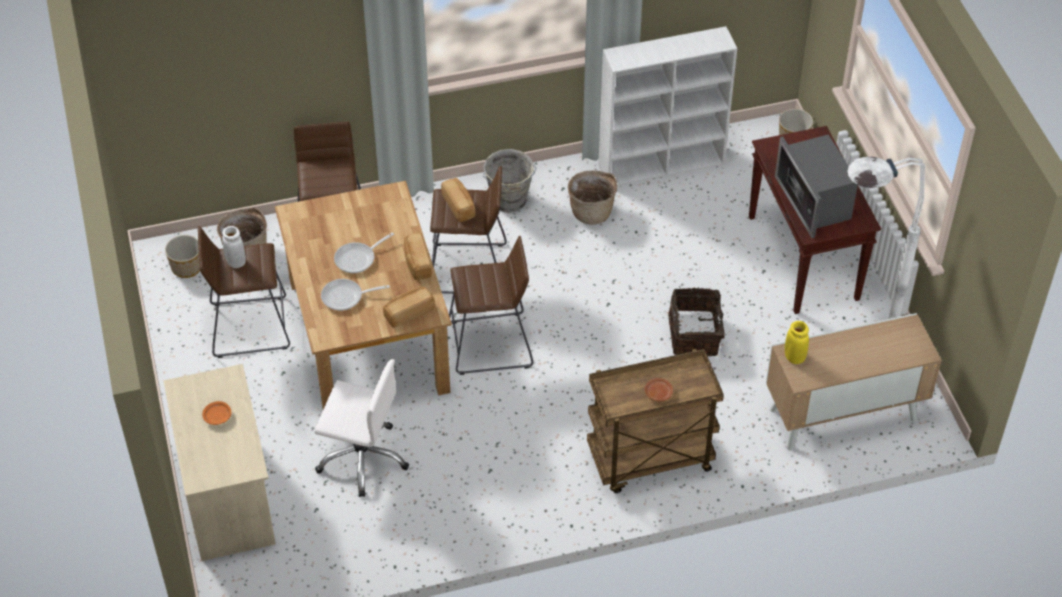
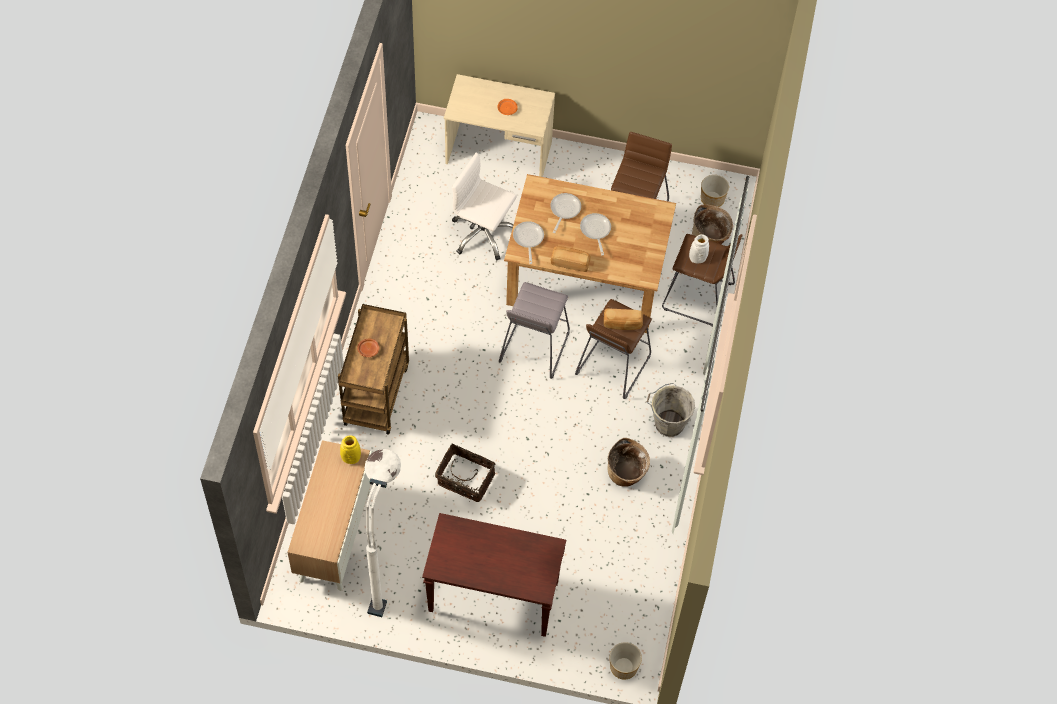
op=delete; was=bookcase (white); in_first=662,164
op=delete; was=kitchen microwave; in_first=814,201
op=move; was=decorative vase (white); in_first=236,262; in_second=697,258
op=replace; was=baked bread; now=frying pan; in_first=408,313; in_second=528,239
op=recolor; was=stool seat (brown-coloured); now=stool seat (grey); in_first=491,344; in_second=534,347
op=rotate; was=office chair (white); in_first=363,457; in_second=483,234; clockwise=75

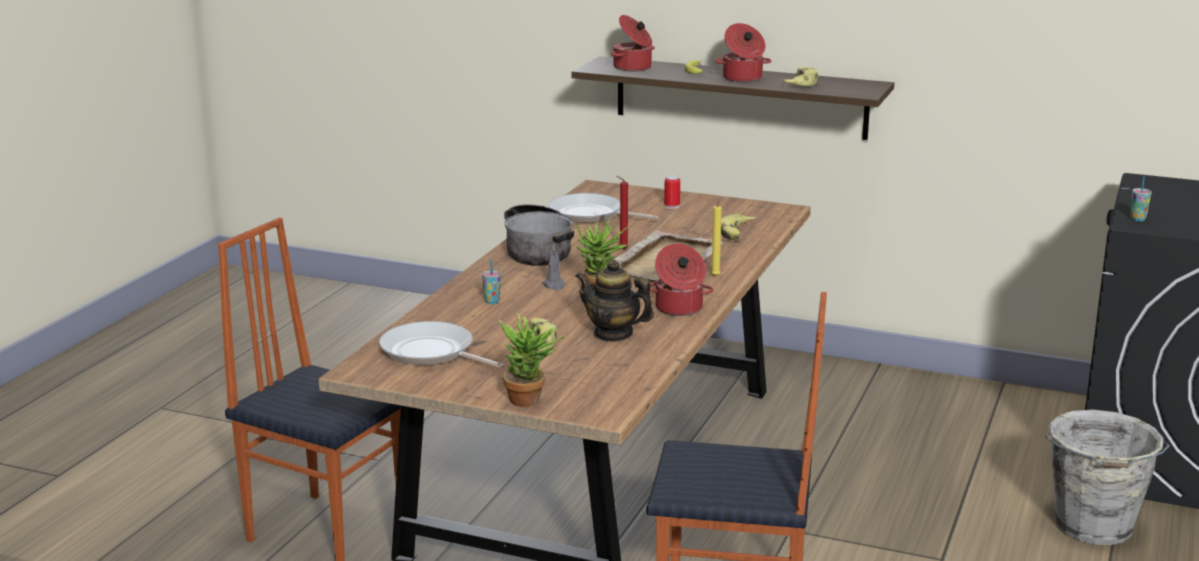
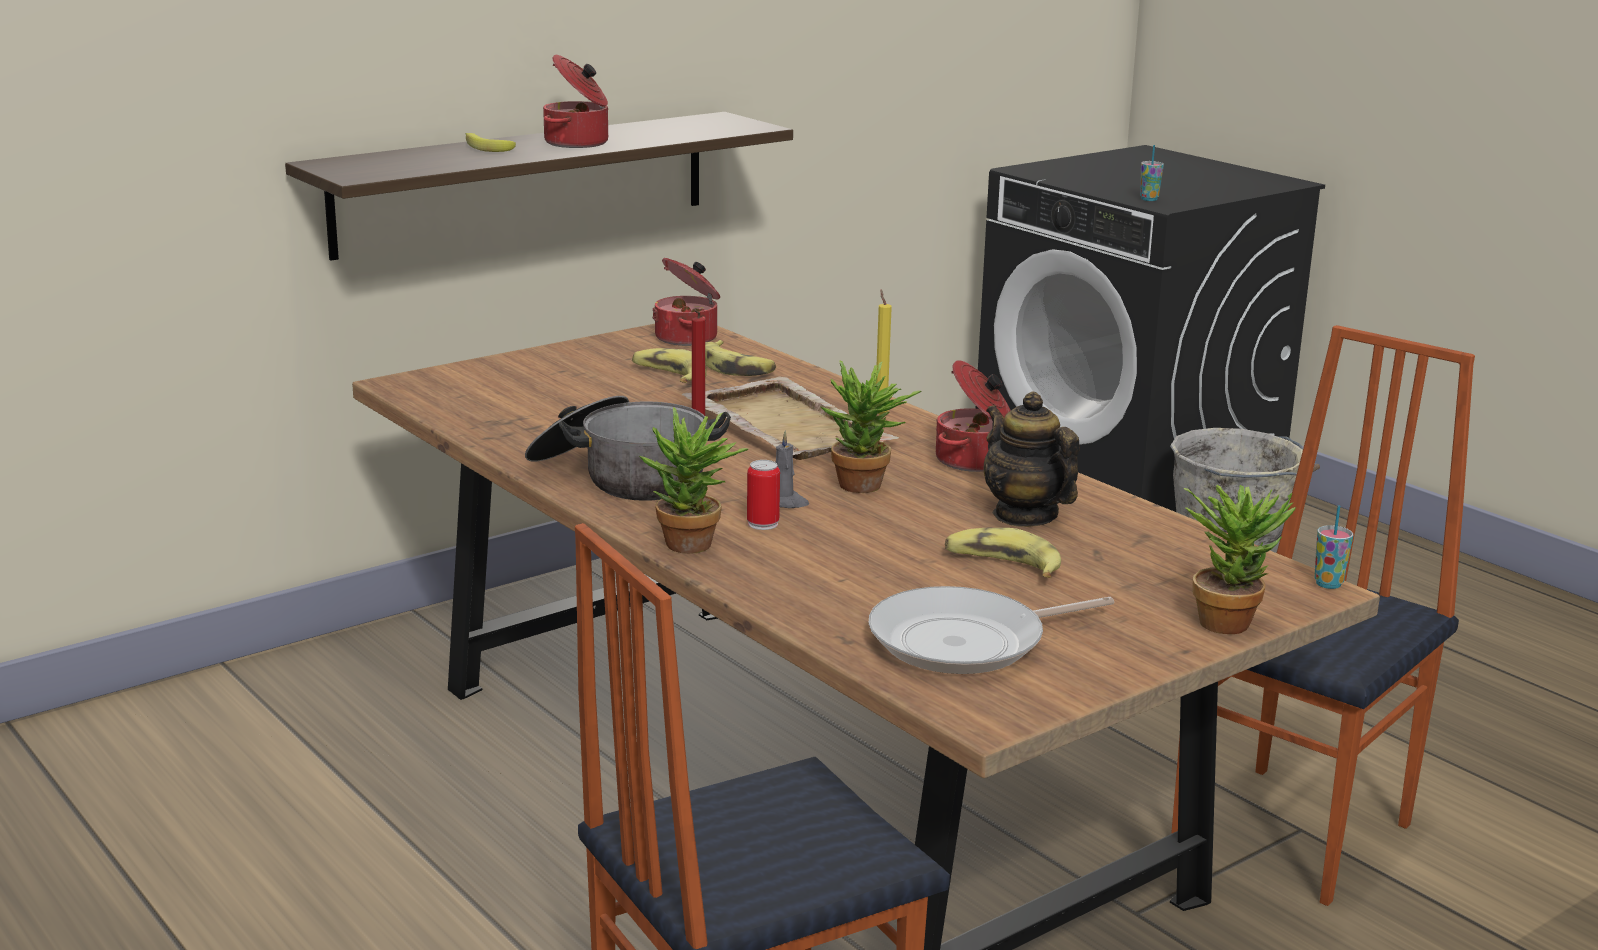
op=delete; was=frying pan; in_first=590,215
op=insert; now=plant in a pot; in_second=692,548
op=move; was=cup; in_first=492,302; in_second=1328,584
op=move; was=saucepot; in_first=633,68; in_second=688,338
op=move; was=metal can; in_first=672,206; in_second=763,524
op=move; was=whole banana; in_first=800,82; in_second=669,376
op=rotate; was=tea pot; in_first=613,334; in_second=1025,515; clockwise=90

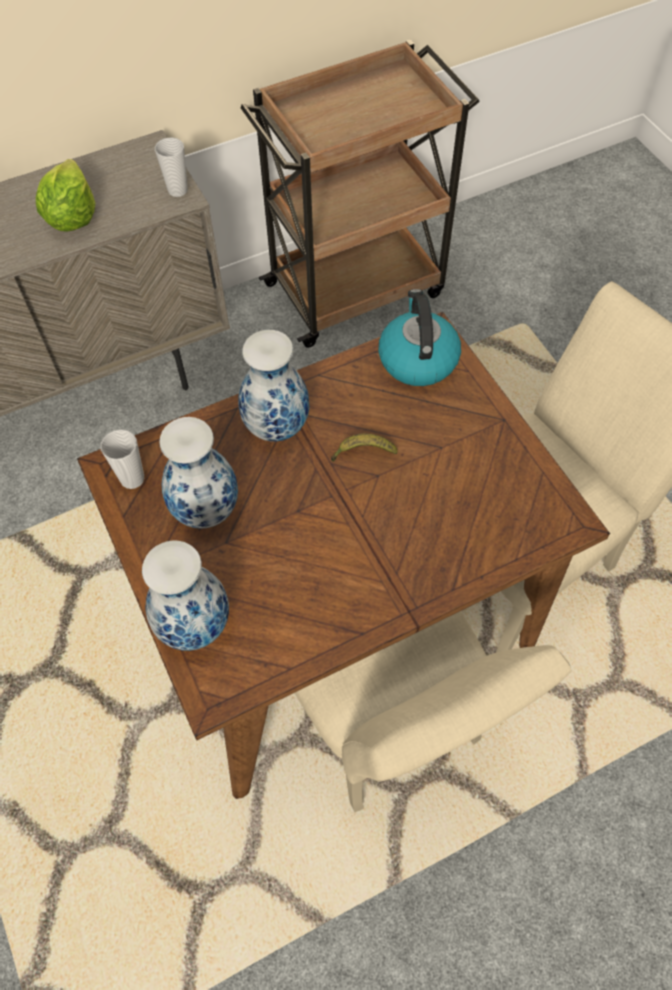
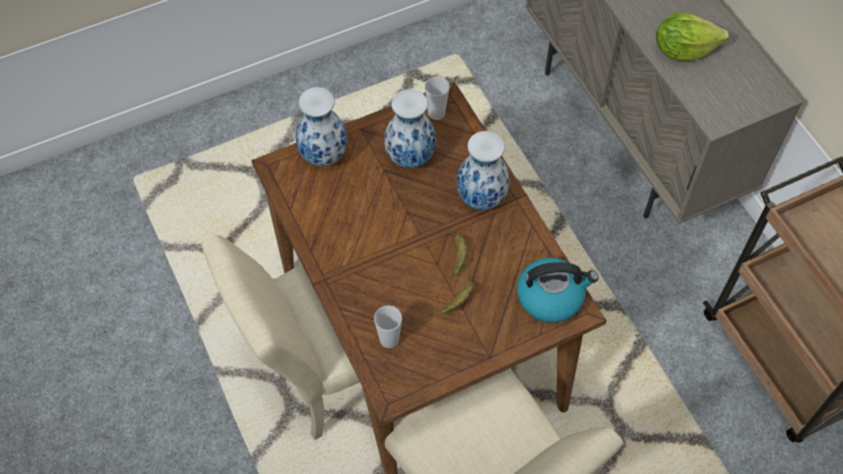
op=insert; now=whole banana; in_second=460,299
op=move; was=cup; in_first=178,190; in_second=389,339

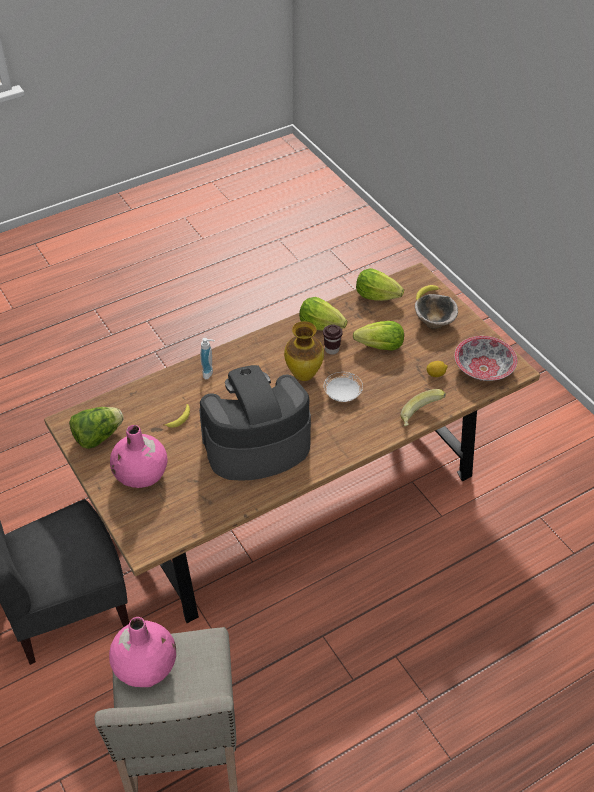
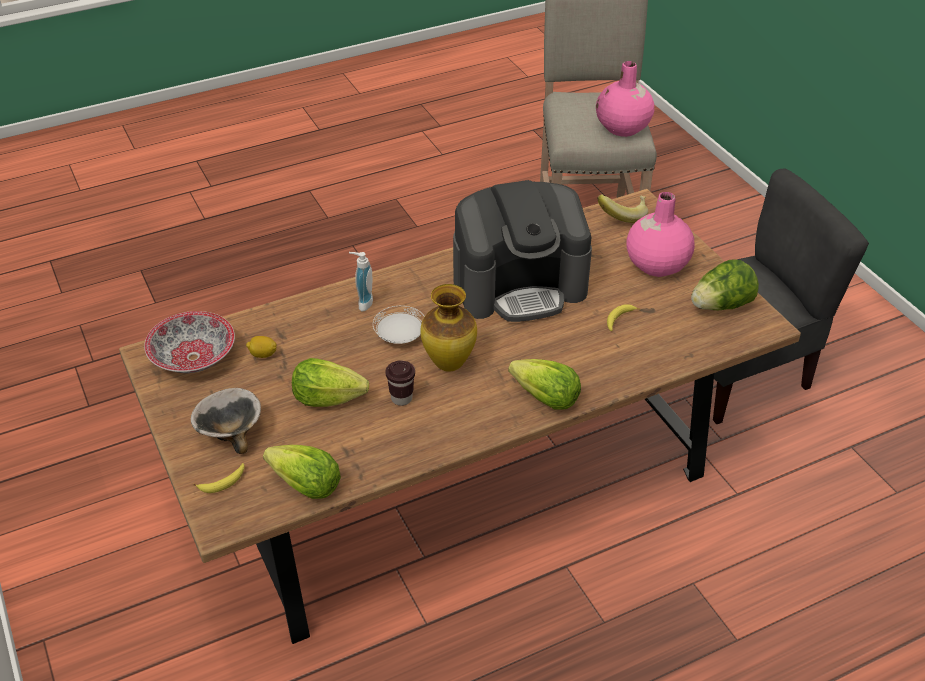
op=move; was=soap dispenser; in_first=210,373; in_second=362,303
op=move; was=lettuce; in_first=321,325; in_second=546,399
op=move; was=whole banana; in_first=420,417; in_second=622,215

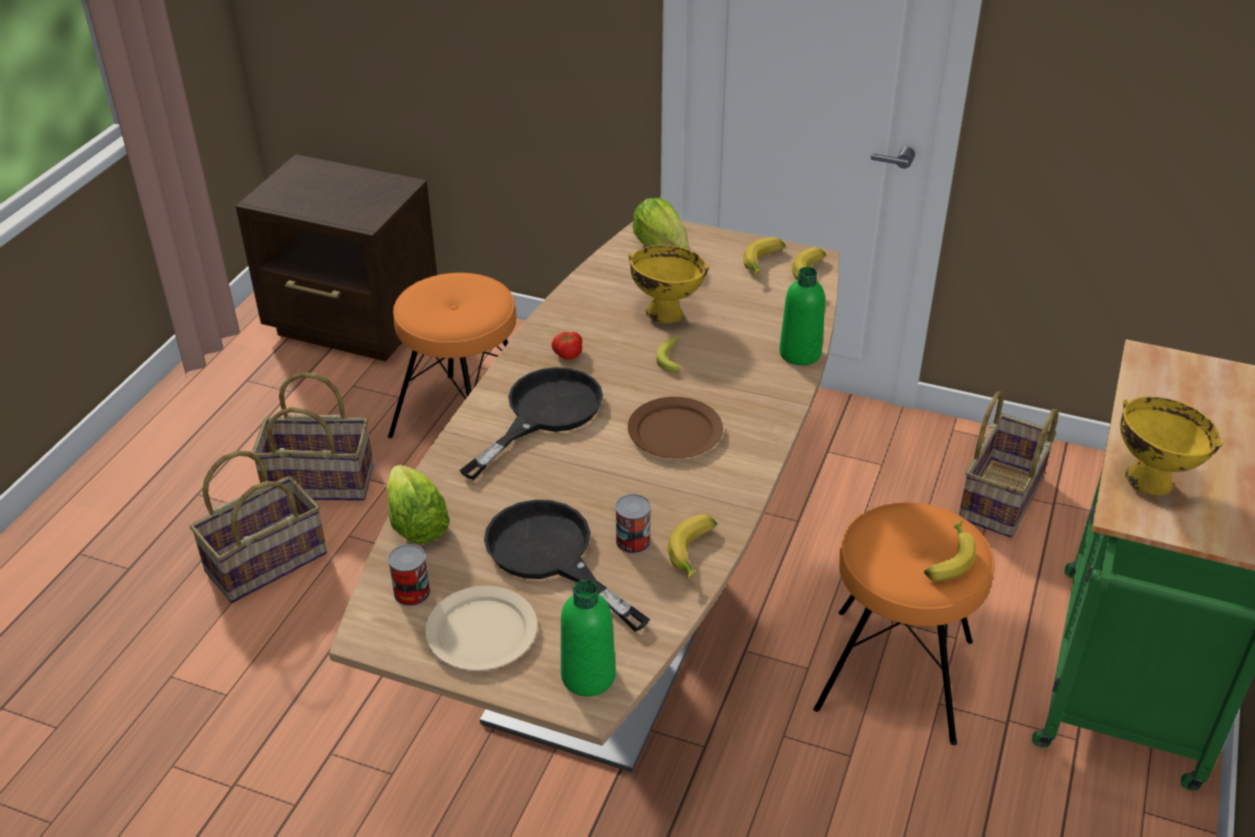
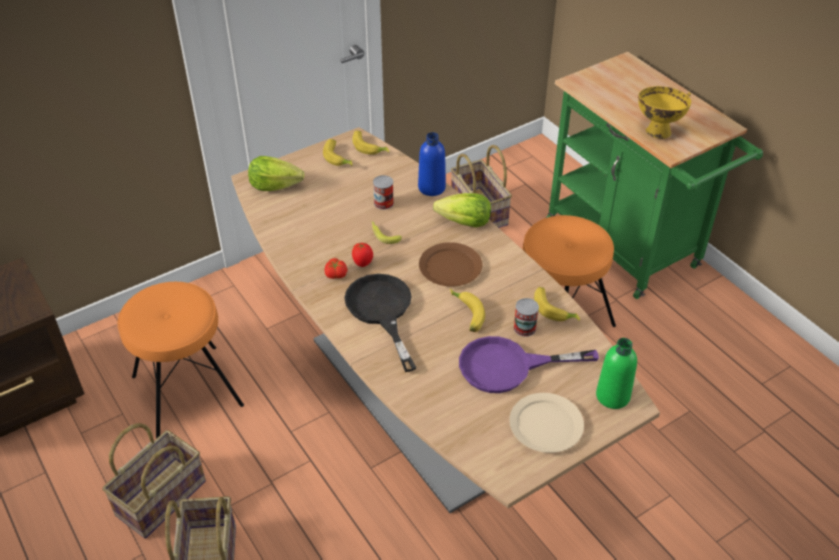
op=delete; was=bowl (yellowish); in_first=666,313
op=insert; now=fresh tomato; in_second=363,263
op=move; was=lettuce; in_first=416,525; in_second=465,223
op=move; was=metal can; in_first=412,592; in_second=383,203
op=move; was=whole banana; in_first=947,559; in_second=466,314
op=recolor; was=frying pan (black-coloured); now=frying pan (purple-coloured); in_first=551,556; in_second=508,367
op=recolor; was=beverage bottle (green); now=beverage bottle (bluish); in_first=800,353; in_second=431,188

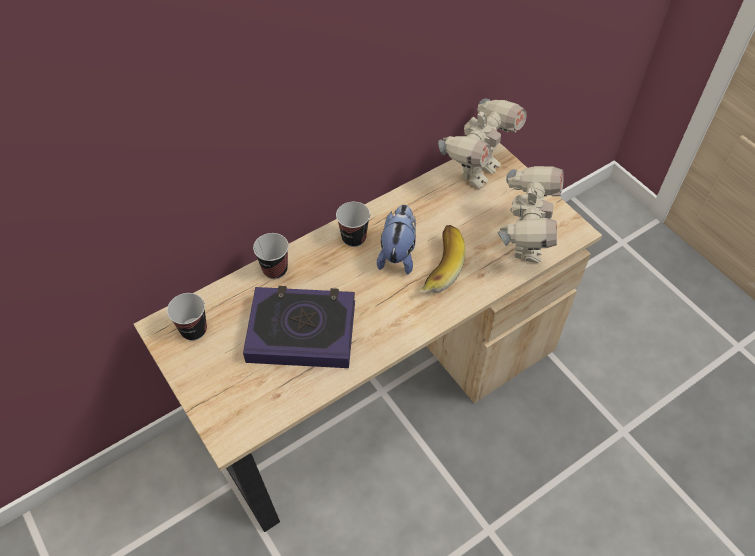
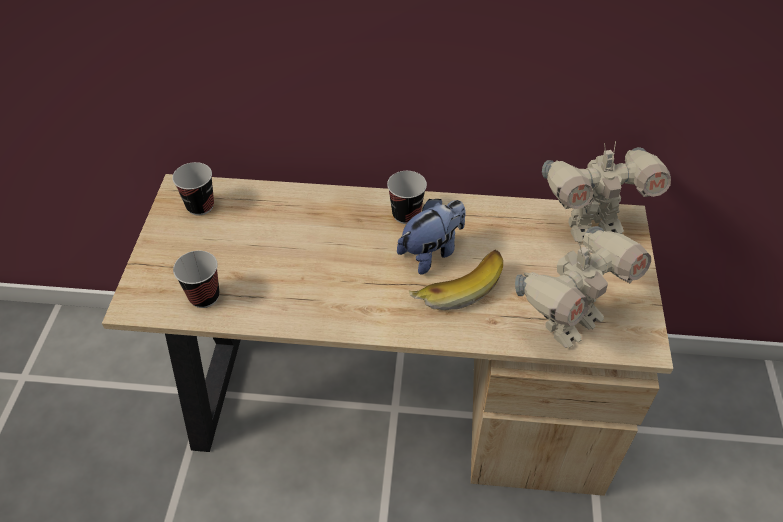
op=delete; was=bound book; in_first=302,331
op=move; was=cup; in_first=275,269; in_second=204,296

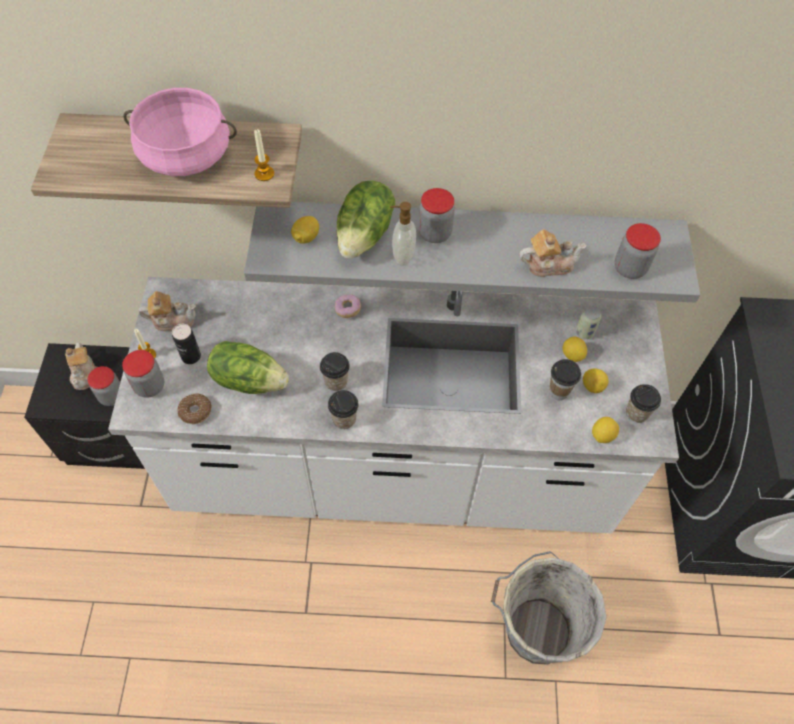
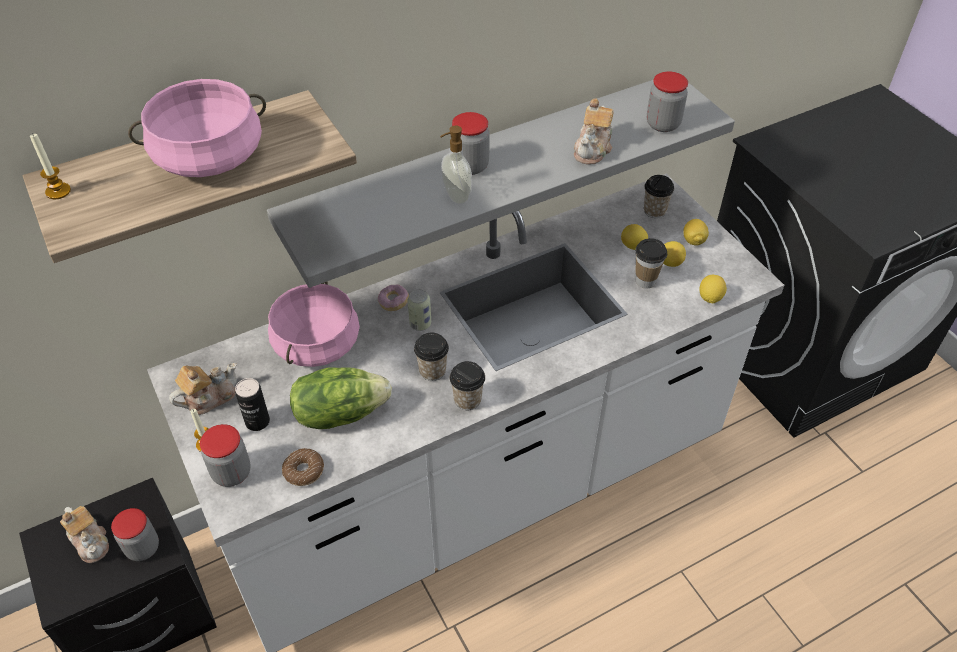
op=delete; was=lettuce; in_first=365,235
op=delete; was=water bucket (grey); in_first=535,629
op=insert; now=saucepot (pinkish); in_second=316,343
op=move; was=wax light; in_first=264,174; in_second=58,191
op=move; was=lemon; in_first=306,237; in_second=693,240
op=move; was=metal can; in_first=584,332; in_second=420,324
op=move; was=cup; in_first=636,413; in_second=654,211
op=rotate; was=tea pot; in_first=548,264; in_second=593,149; clockwise=150

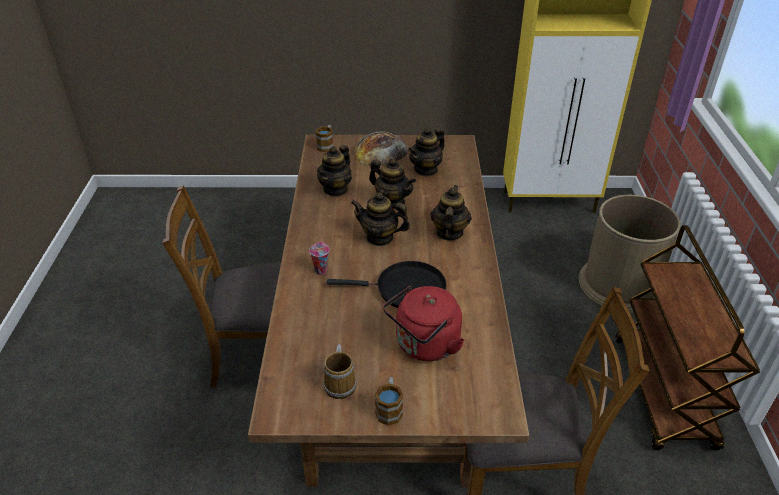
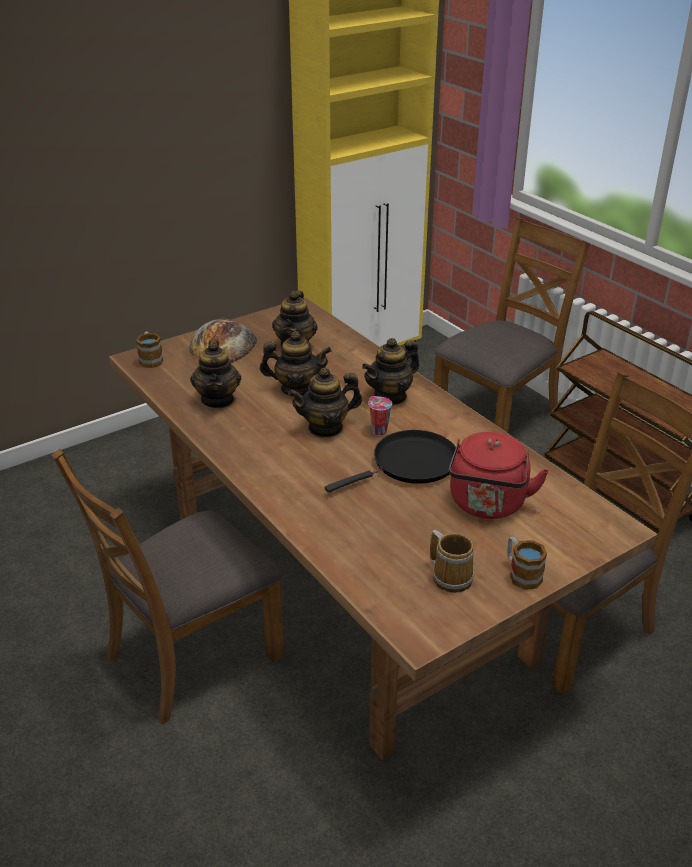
op=move; was=cup; in_first=320,270; in_second=378,430
op=replace; was=waste bin (brown-coloured); now=plain chair (brown-coloured); in_first=620,284; in_second=497,417
op=rotate; was=tea pot; in_first=449,233; in_second=390,396; clockwise=-105

